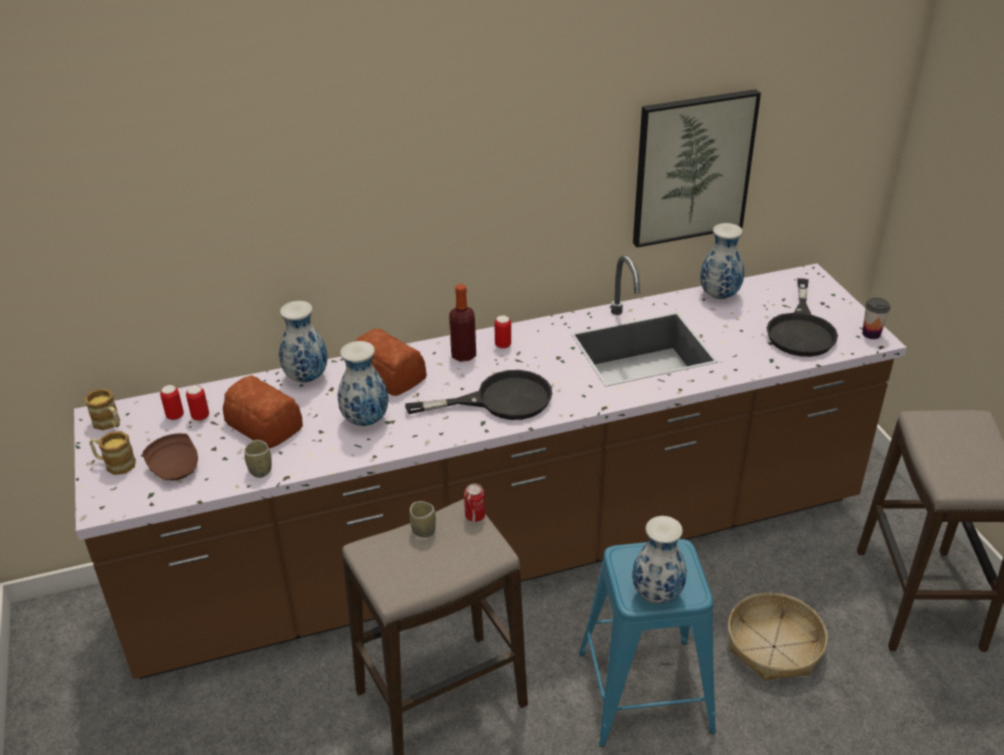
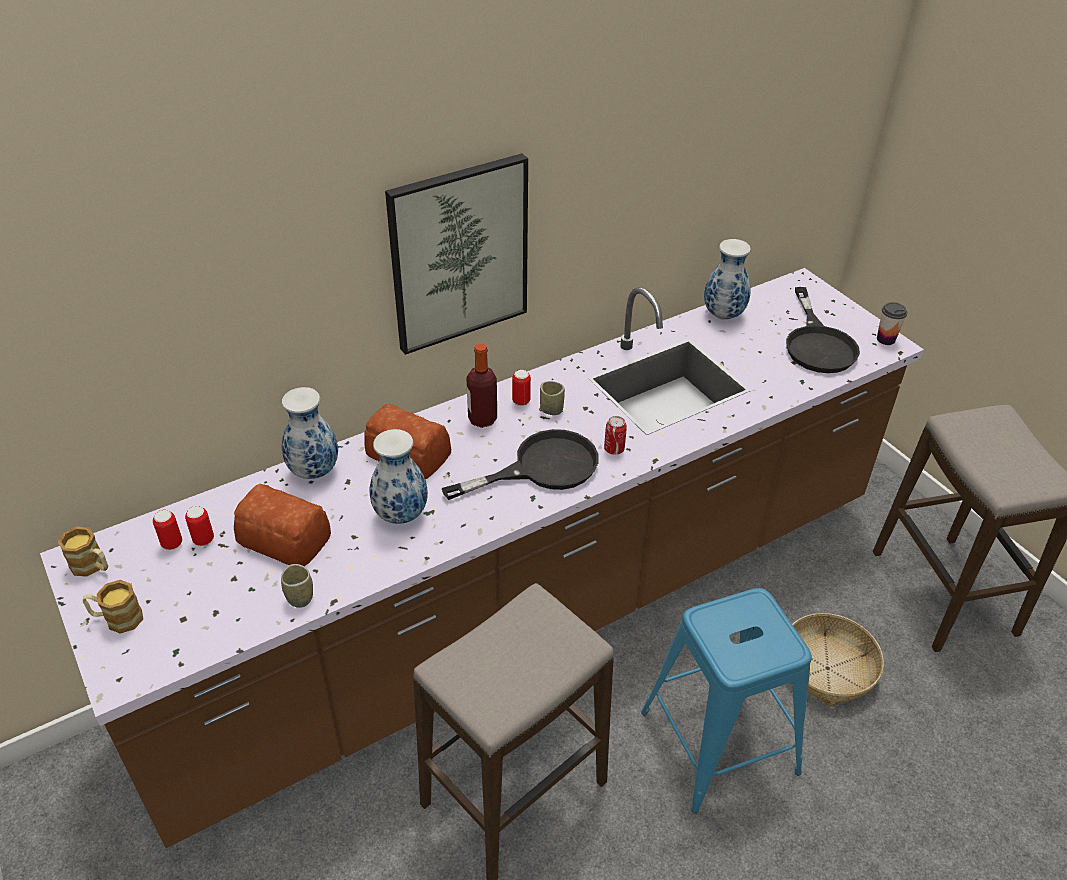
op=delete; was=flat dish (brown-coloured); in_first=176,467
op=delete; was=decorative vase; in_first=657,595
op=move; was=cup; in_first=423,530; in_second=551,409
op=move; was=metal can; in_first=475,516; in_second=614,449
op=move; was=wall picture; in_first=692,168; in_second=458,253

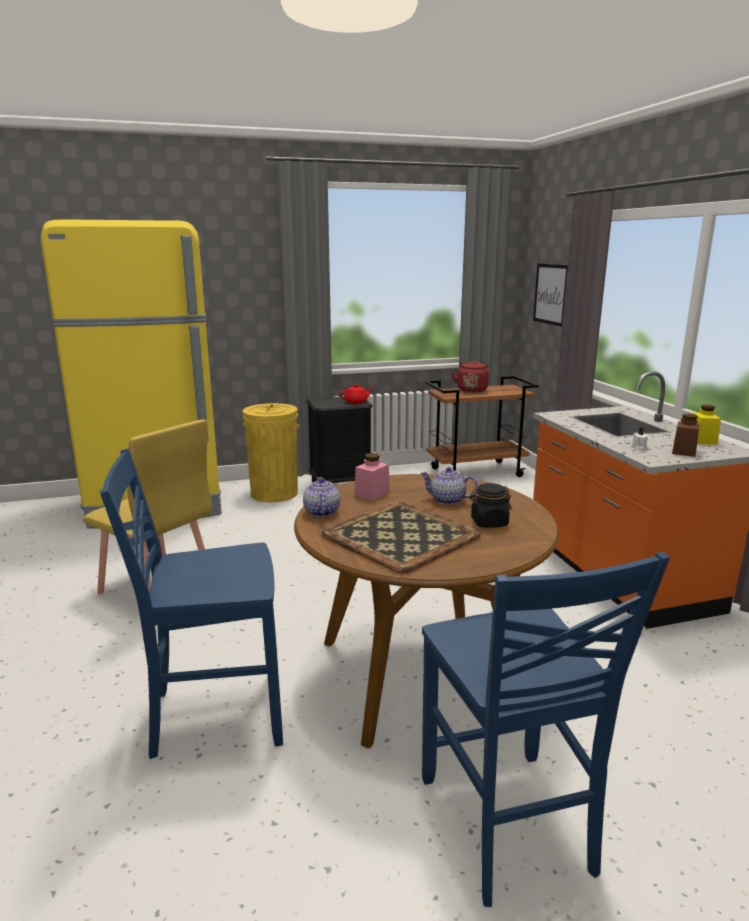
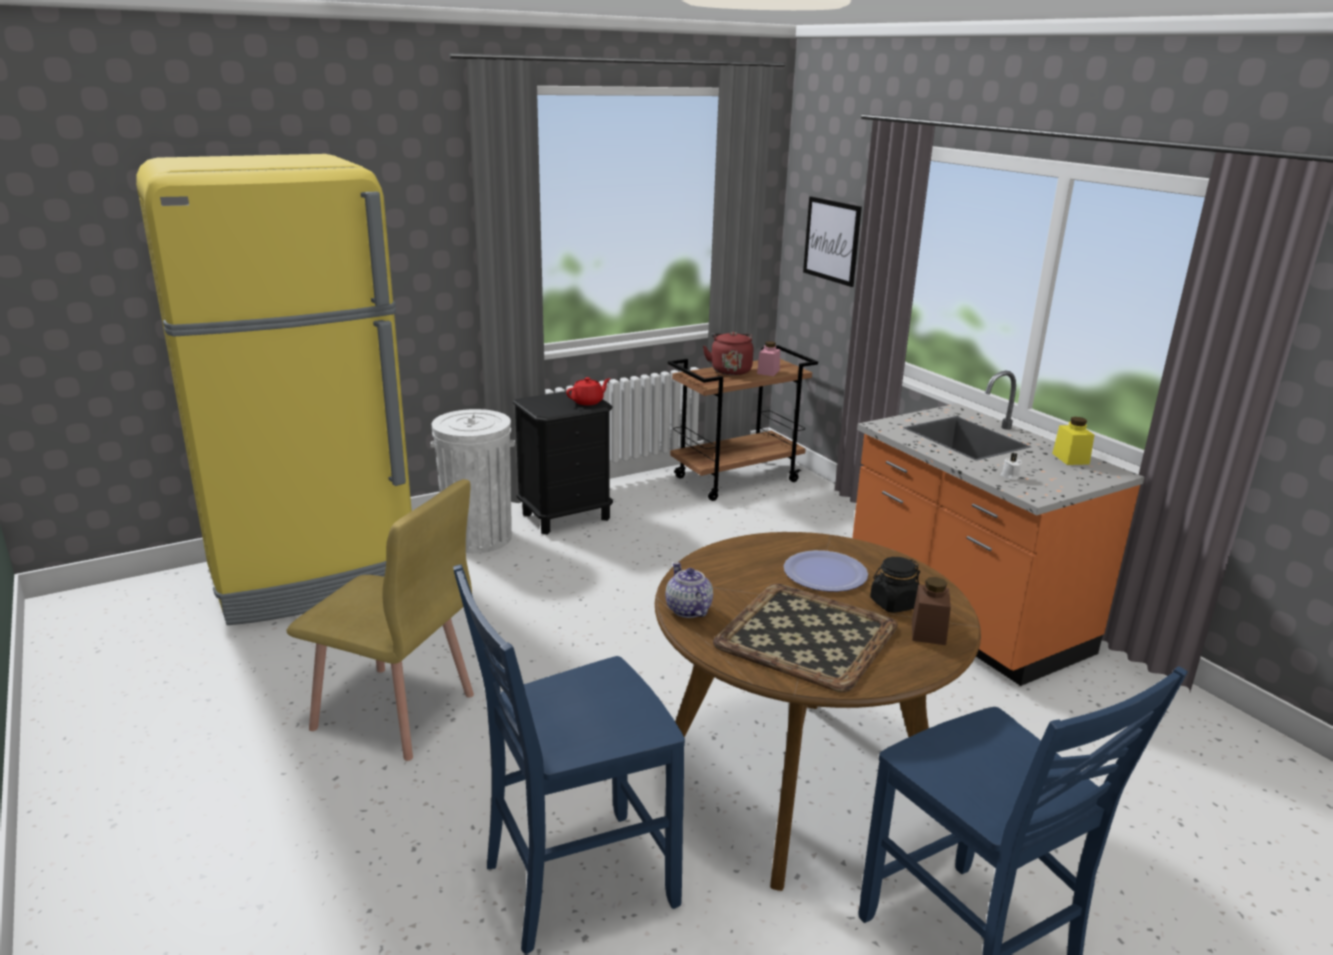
op=move; was=preserve jar (pinkish); in_first=372,493; in_second=768,372
op=move; was=preserve jar (brown-coloured); in_first=684,451; in_second=928,632
op=replace; was=tea pot; now=flat dish; in_first=447,500; in_second=825,573
op=recolor; was=waste bin (yellowish); now=waste bin (white); in_first=274,493; in_second=478,537

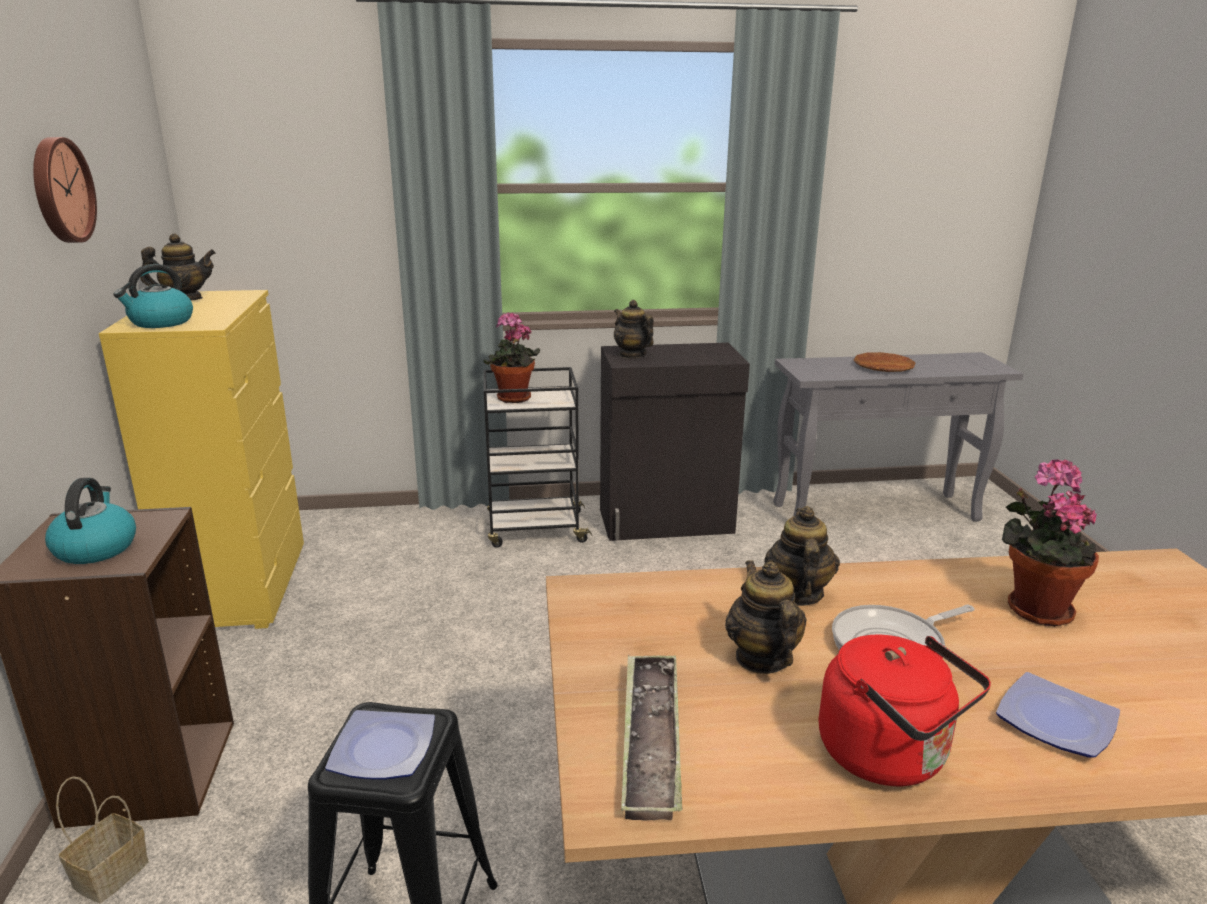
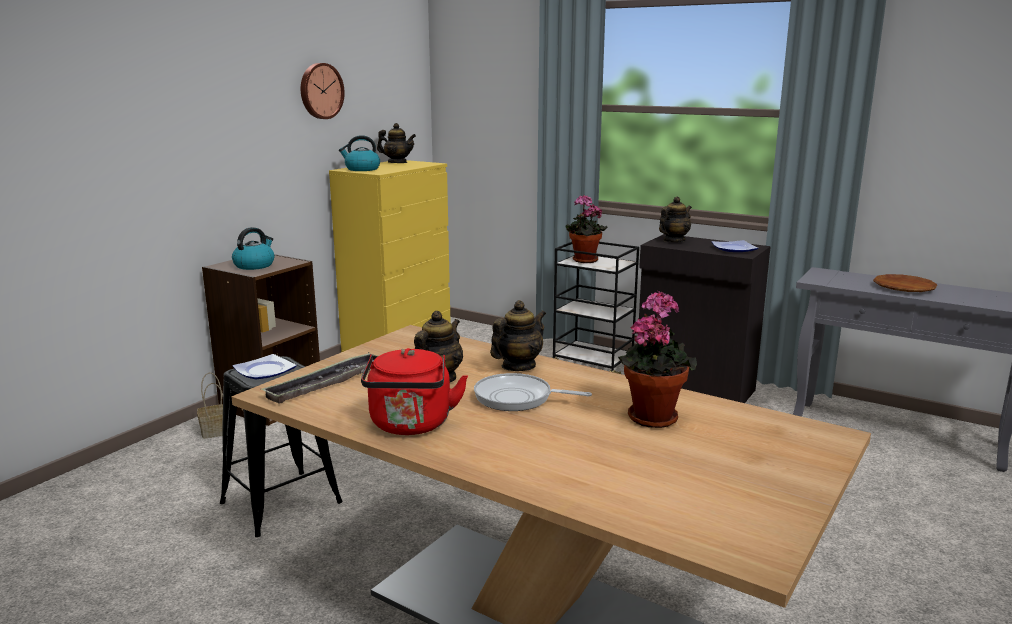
op=move; was=flat dish; in_first=1053,721; in_second=733,249
op=rotate; was=tea pot; in_first=632,355; in_second=673,241; clockwise=45

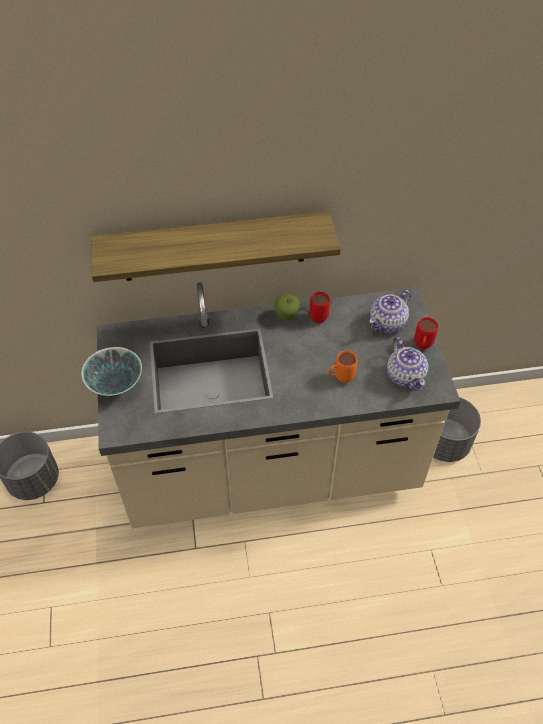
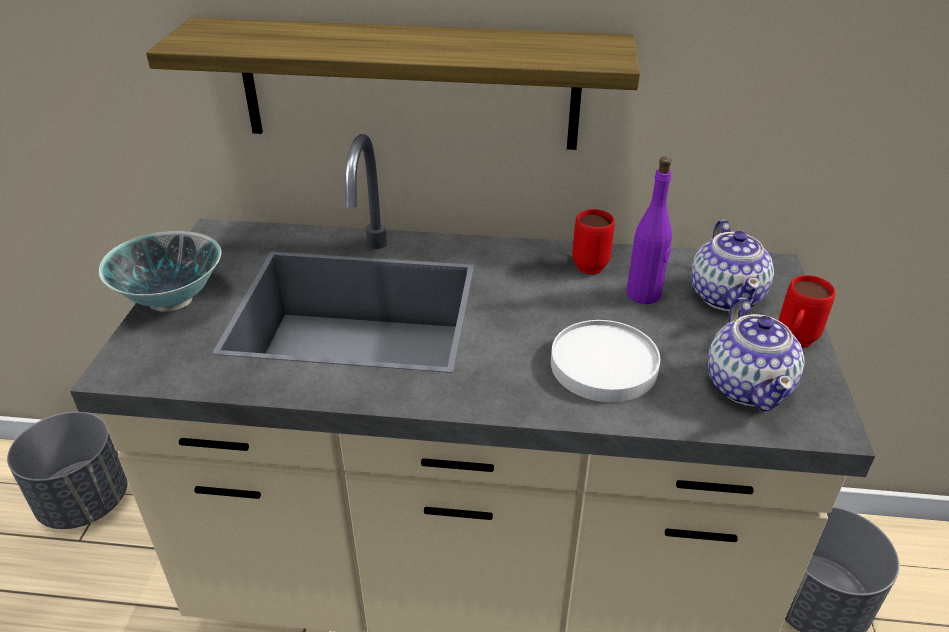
op=delete; was=whole apple; in_first=287,316
op=insert; now=beverage bottle (purple-coloured); in_second=644,294
op=replace; was=mug (orange-coloured); now=flat dish (white); in_first=340,378; in_second=604,365
op=rotate; was=tea pot; in_first=388,323; in_second=726,296; clockwise=-60

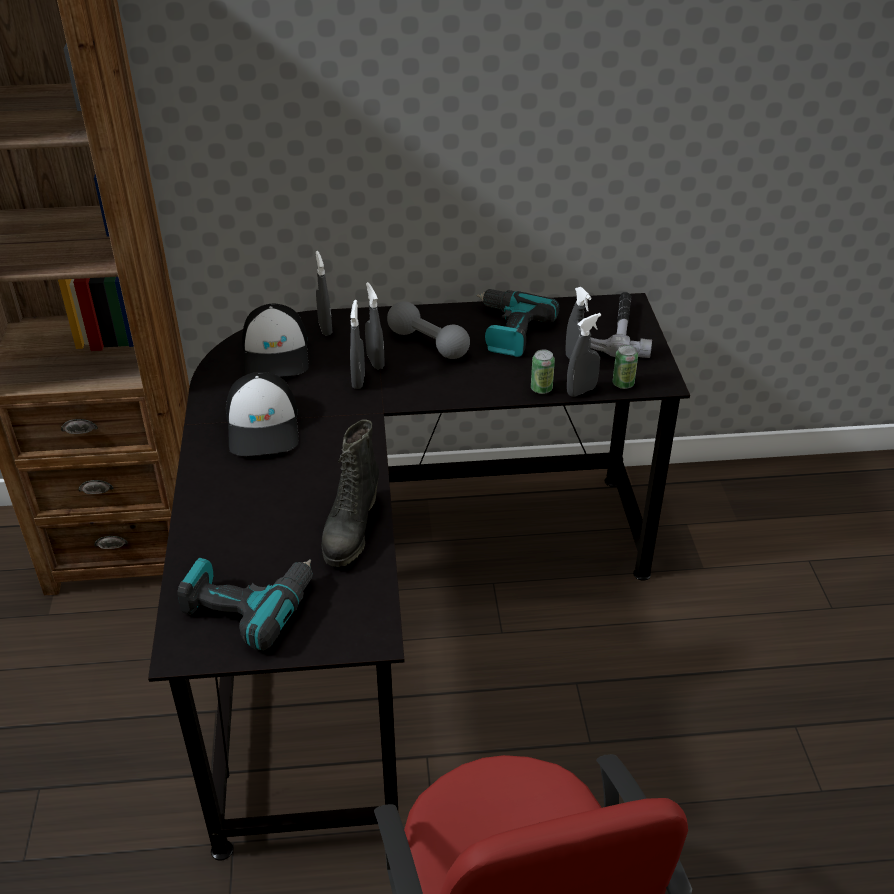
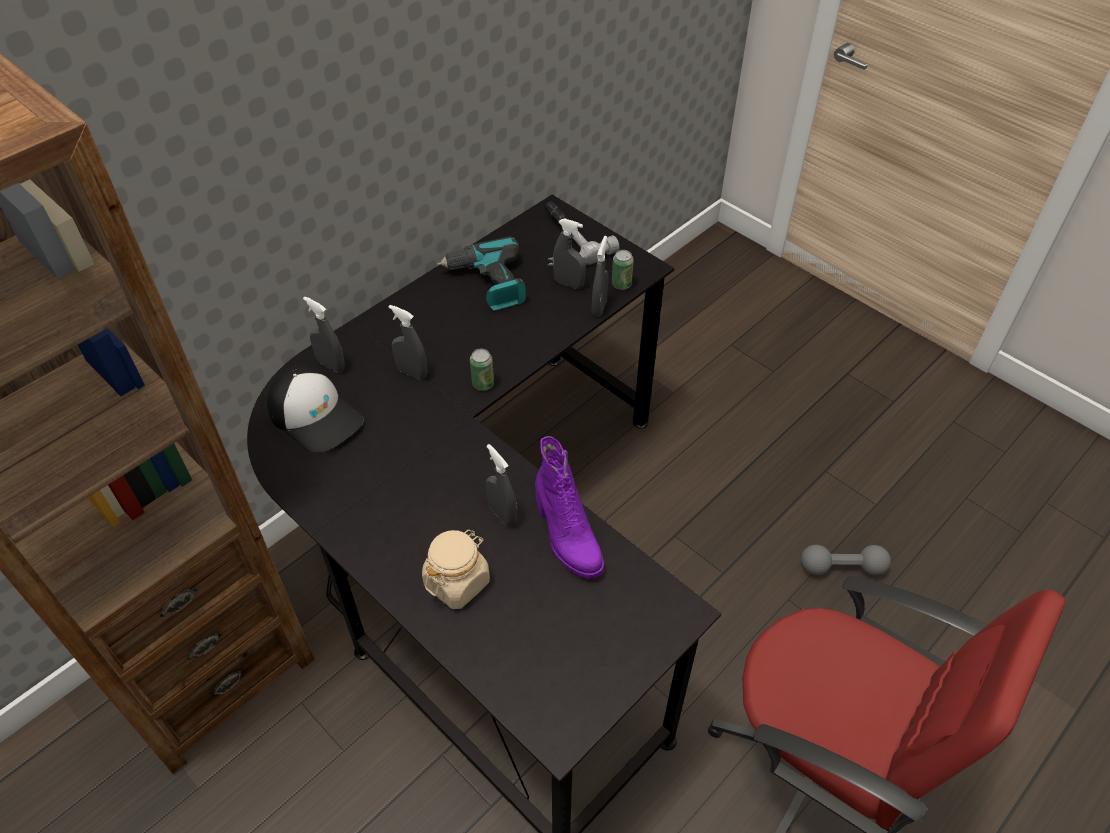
op=delete; was=electric drill; in_first=248,604
op=delete; was=peaked cap; in_first=264,426
op=insert; now=preserve jar (beige-coloured); in_second=457,582
op=move; was=sprayer (grey); in_first=358,380; in_second=502,514
op=move; was=dumbbell (grey); in_first=428,343; in_second=842,568
op=move; was=metal can; in_first=541,389; in_second=483,384
op=recolor; was=tall boot (black-coloured); now=tall boot (purple-coloured); in_first=350,530; in_second=566,537

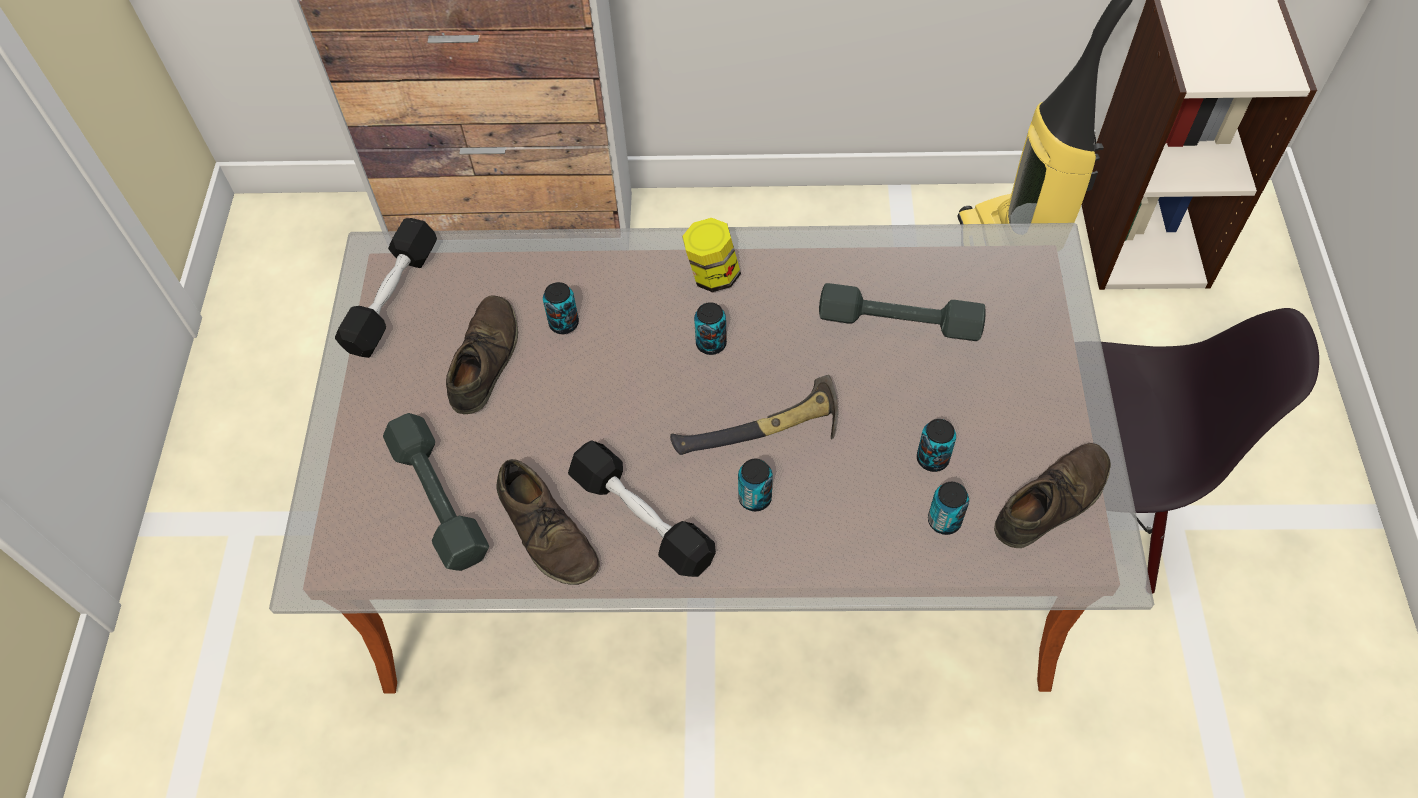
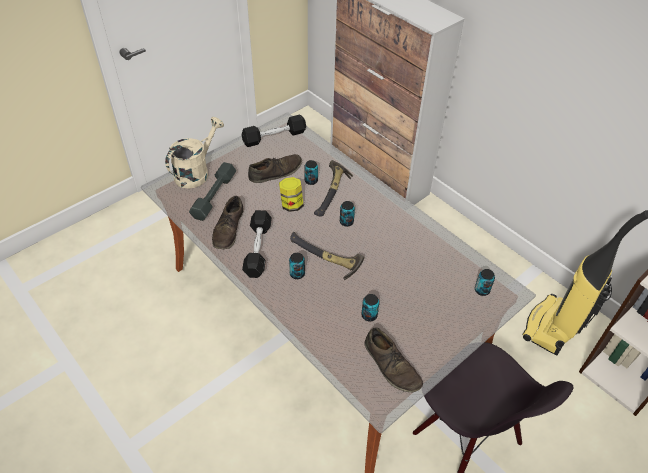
op=delete; was=dumbbell (grey); in_first=899,322
op=insert; now=watering can (beige-coloured); in_second=196,172
op=insert; now=tool hammer; in_second=333,193
op=move; was=preserve jar; in_first=712,275; in_second=291,205
op=move; was=metal can; in_first=944,521; in_second=482,290
op=rotate; was=shoe (brown-coloured); in_first=1051,501; in_second=391,365; clockwise=45

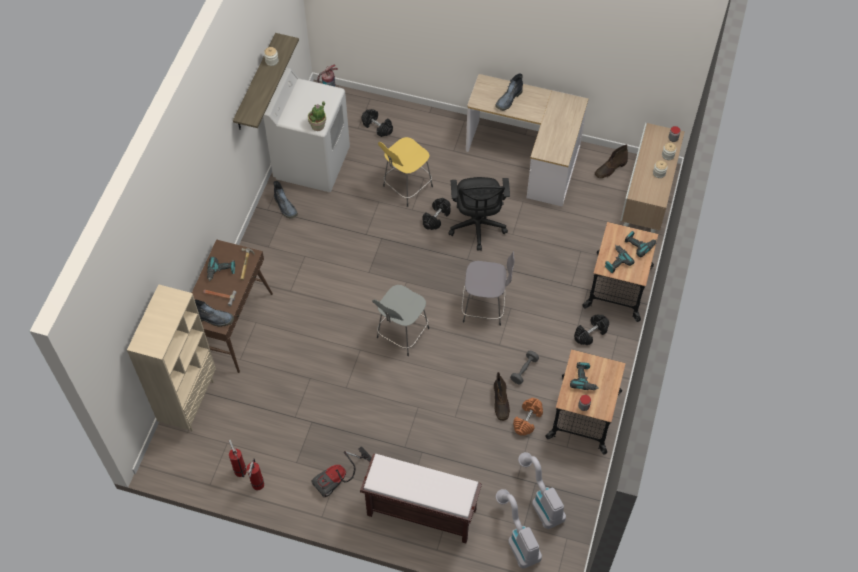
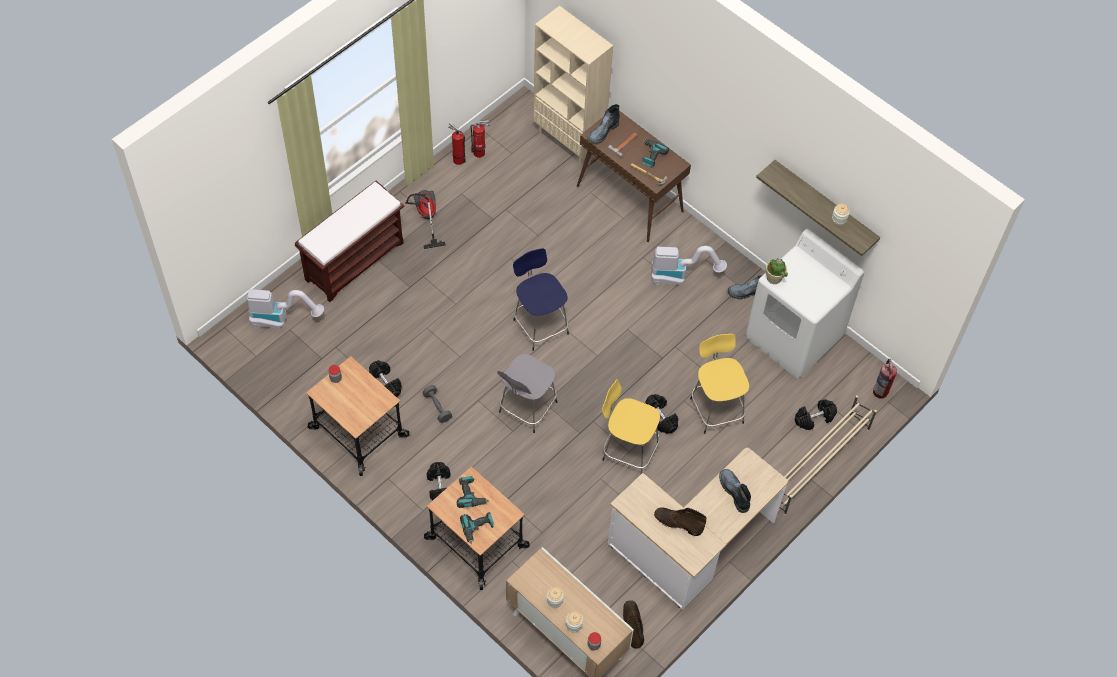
op=delete; was=electric drill; in_first=584,379
op=insert; now=shoe rack (beige-coloured); in_second=817,464
op=move; was=tall boot (brown-coloured); in_first=501,402; in_second=678,523
op=move; was=vacuum; in_first=541,500; in_second=680,276
op=replace; was=office chair (black-coloured); now=stool seat (yellowish); in_first=477,227; in_second=628,450
op=recolor; was=stool seat (grey); now=stool seat (bluish); in_first=401,334; in_second=540,325
op=recolor; was=dumbbell (orange-coloured); now=dumbbell (black-coloured); in_first=527,420; in_second=385,383

